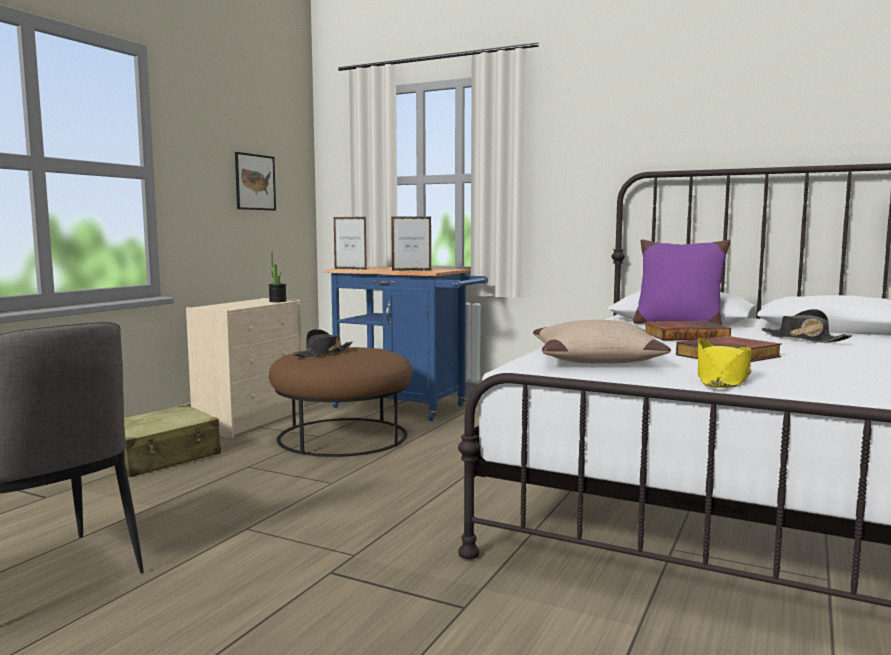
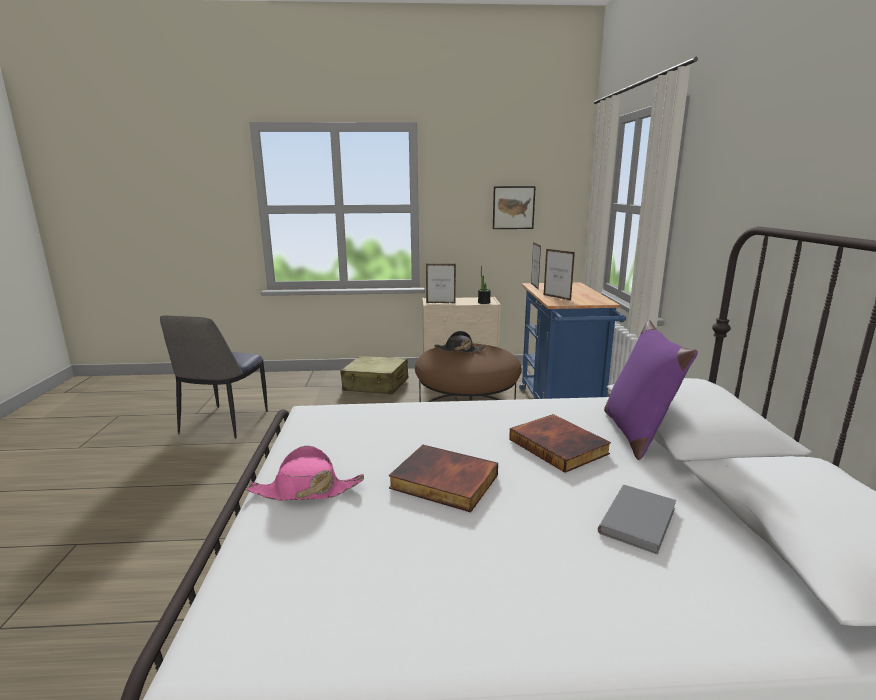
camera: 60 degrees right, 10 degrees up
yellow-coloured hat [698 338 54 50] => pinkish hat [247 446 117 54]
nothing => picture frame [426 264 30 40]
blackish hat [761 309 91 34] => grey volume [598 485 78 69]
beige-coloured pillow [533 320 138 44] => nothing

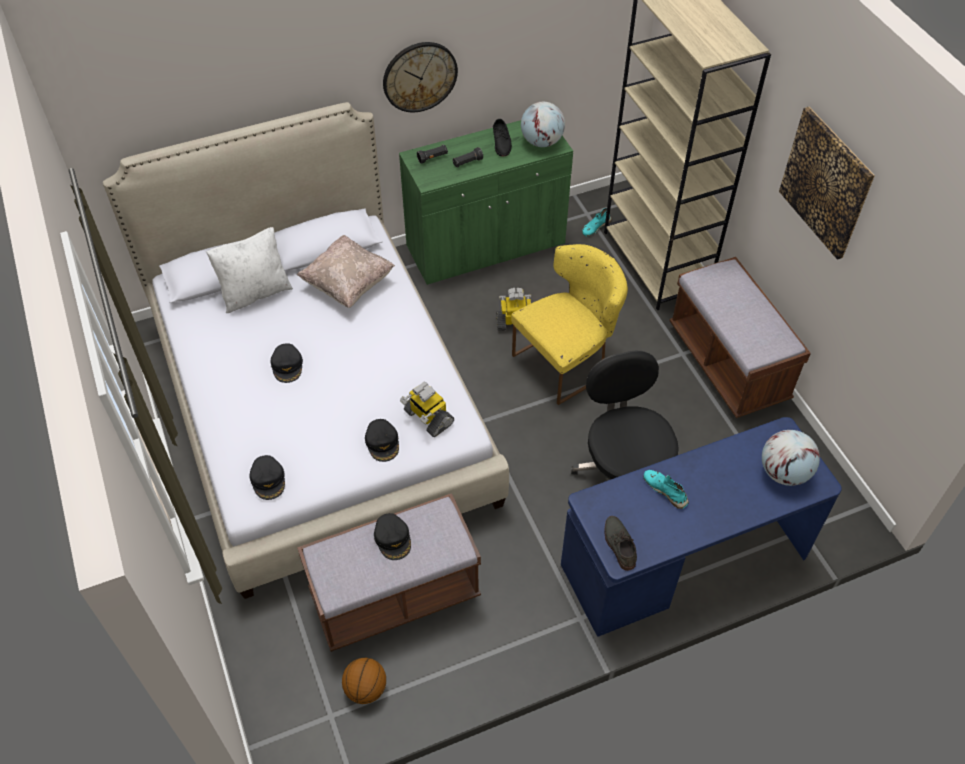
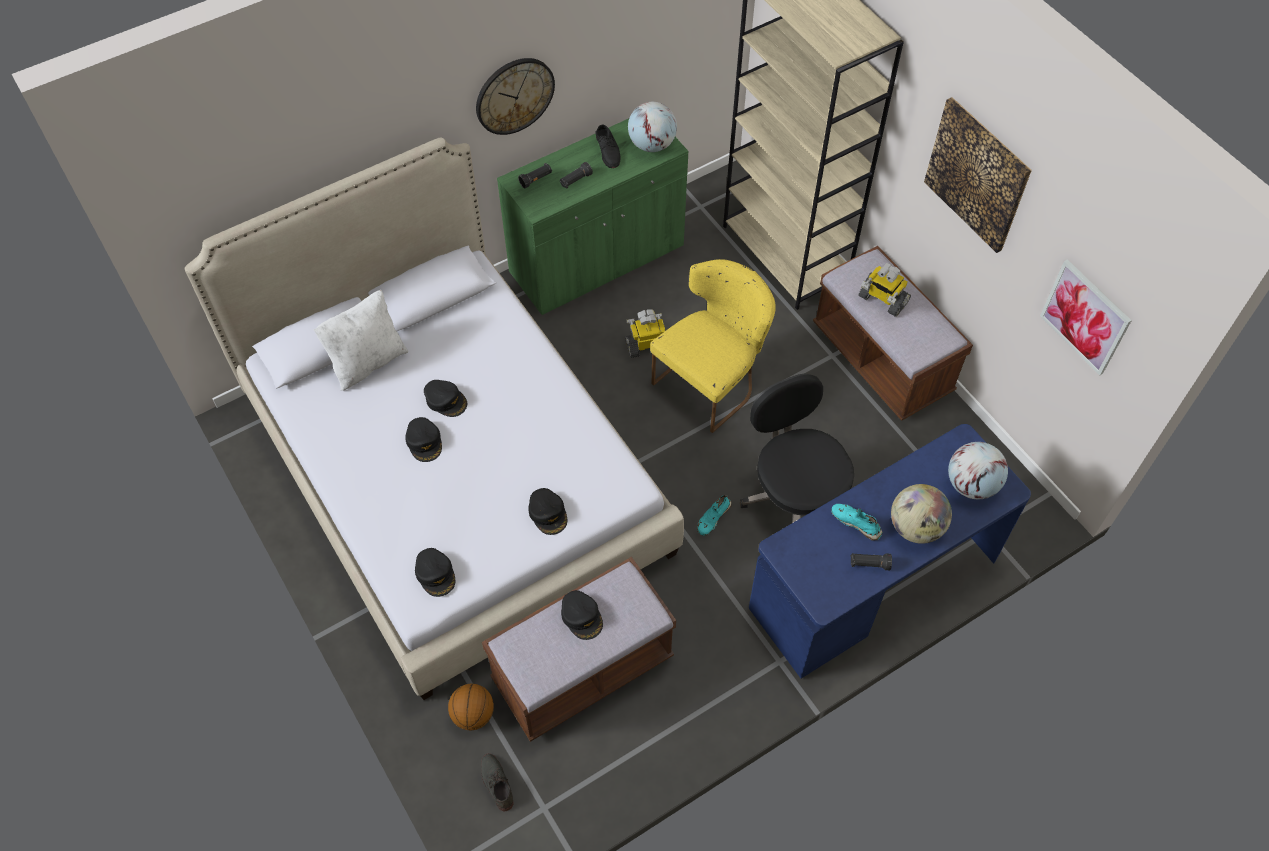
camera: 10 degrees left, 5 degrees up
nothing => blackish cap [424 380 43 37]
basketball [342 658 44 46] => basketball [448 684 46 46], shifted
grey low shoe [605 516 32 55] => grey low shoe [481 753 33 59], shifted
turquoise-coloured low shoe [582 208 30 29] => turquoise-coloured low shoe [697 495 35 41], shifted
nothing => blackish flashlight [851 553 41 17]
robot figure [400 381 54 56] => robot figure [858 263 53 54], shifted
nothing => globe [891 484 61 60]
nothing => picture [1040 259 92 116]
beige-coloured pillow [297 235 98 73] => nothing

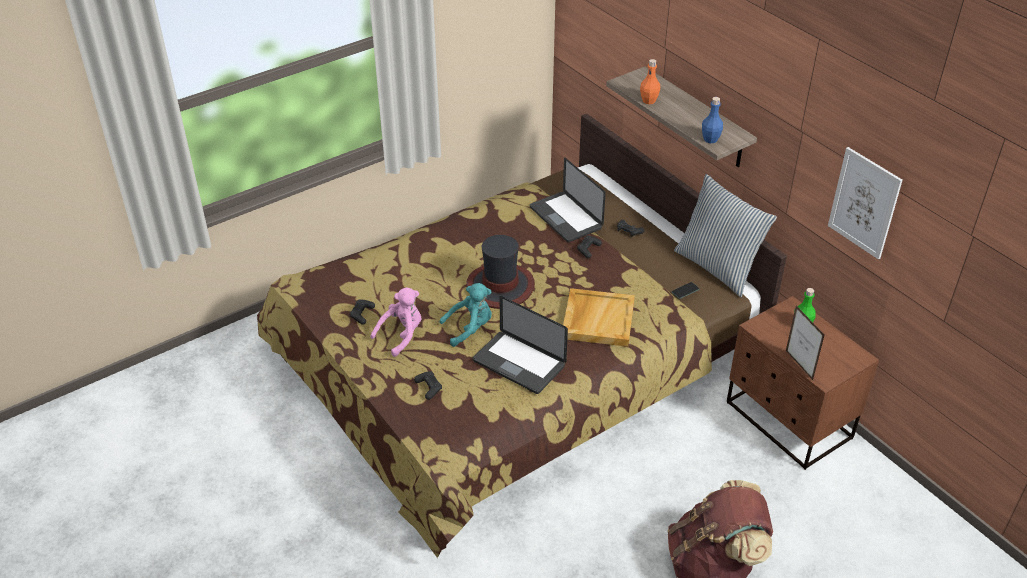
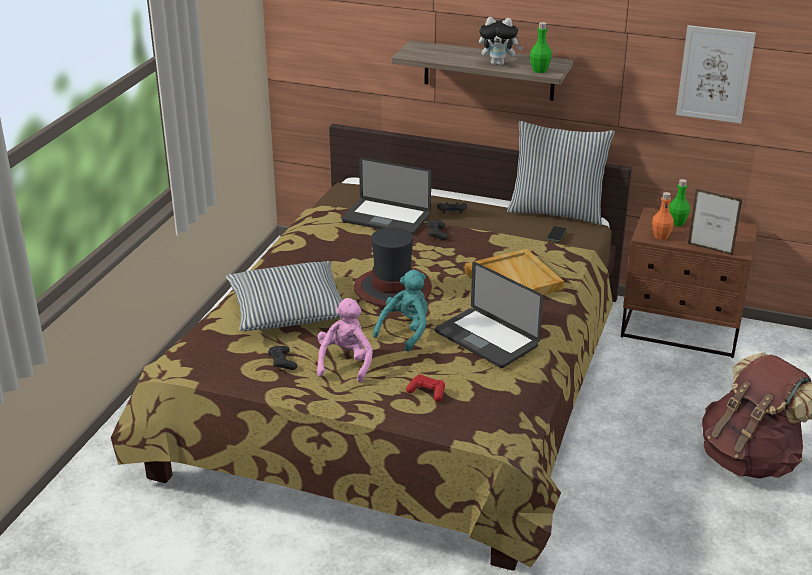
camera: 35 degrees left, 10 degrees down
nothing => pillow [226 261 116 70]
blackish joypad [414 371 28 29] => red joypad [406 374 39 28]
notebook computer [473 296 95 98] => notebook computer [435 262 108 106], 45 degrees clockwise
nothing => cuddly toy [479 17 44 48]
blue-coloured drink bottle [702 97 21 46] => green-coloured drink bottle [530 22 22 51]
orangey drink bottle [640 59 20 45] => orangey drink bottle [652 192 22 48], shifted

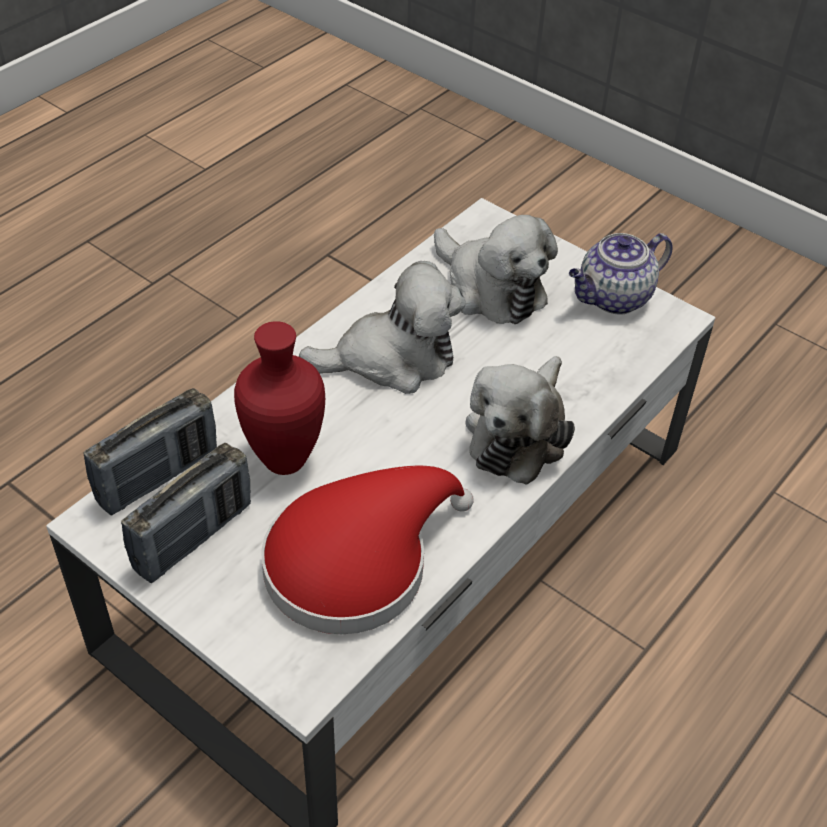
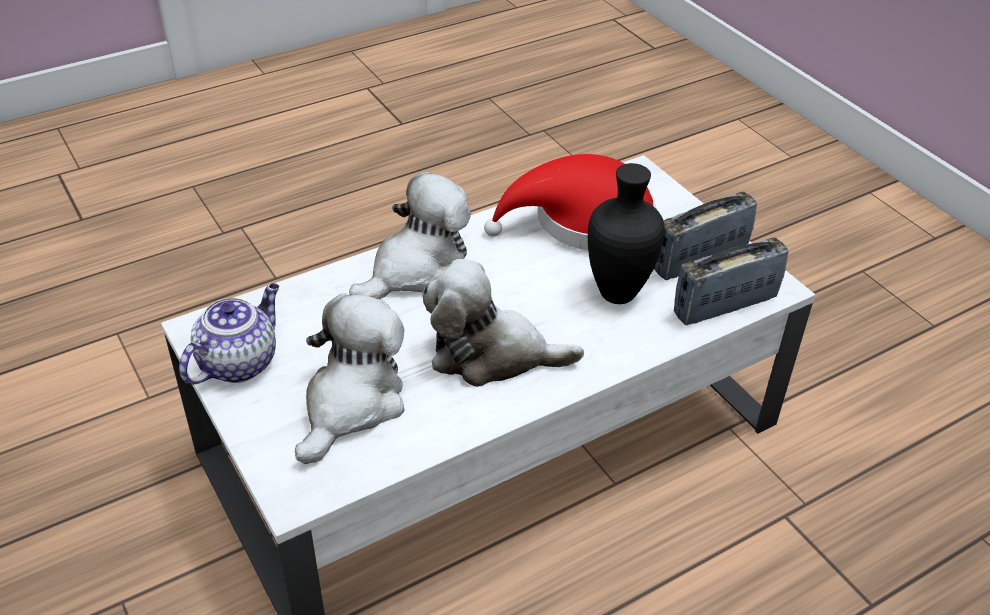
camera: 160 degrees left, 5 degrees down
tea pot [569 233 104 82] => tea pot [179 283 100 101], 45 degrees counterclockwise
cuddly toy [434 215 124 109] => cuddly toy [295 294 109 170], 45 degrees clockwise
red flower vase [234 321 91 154] => blackish flower vase [588 163 77 141]

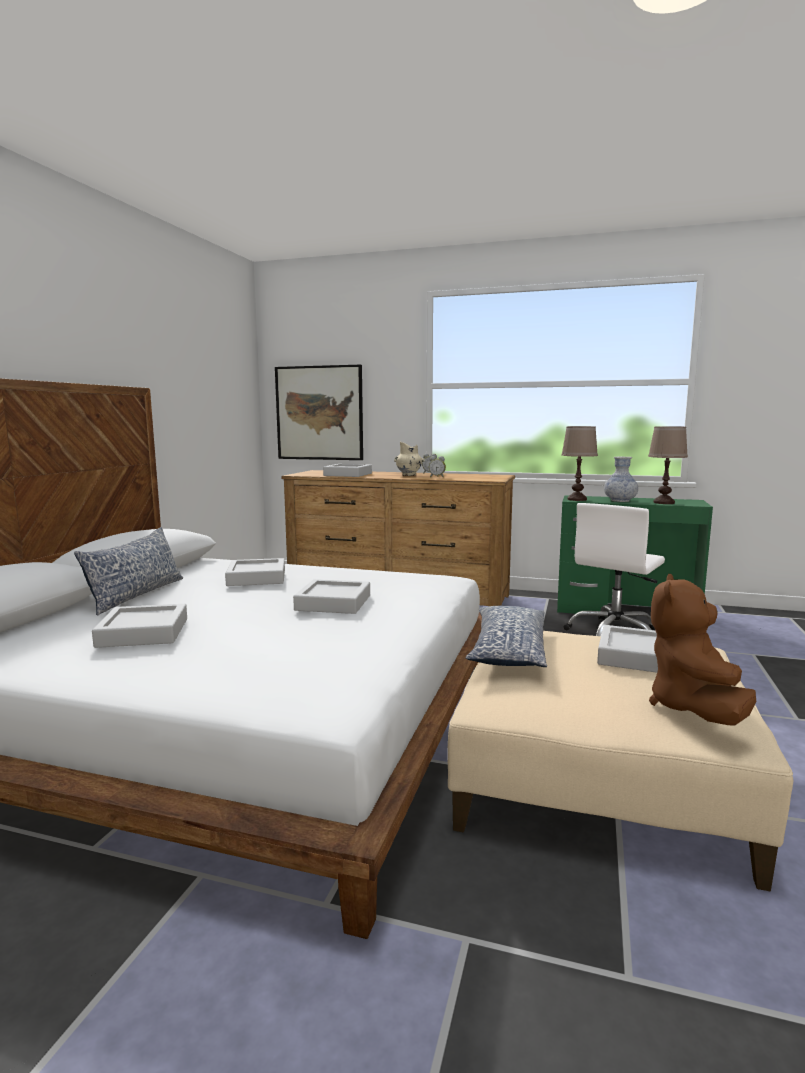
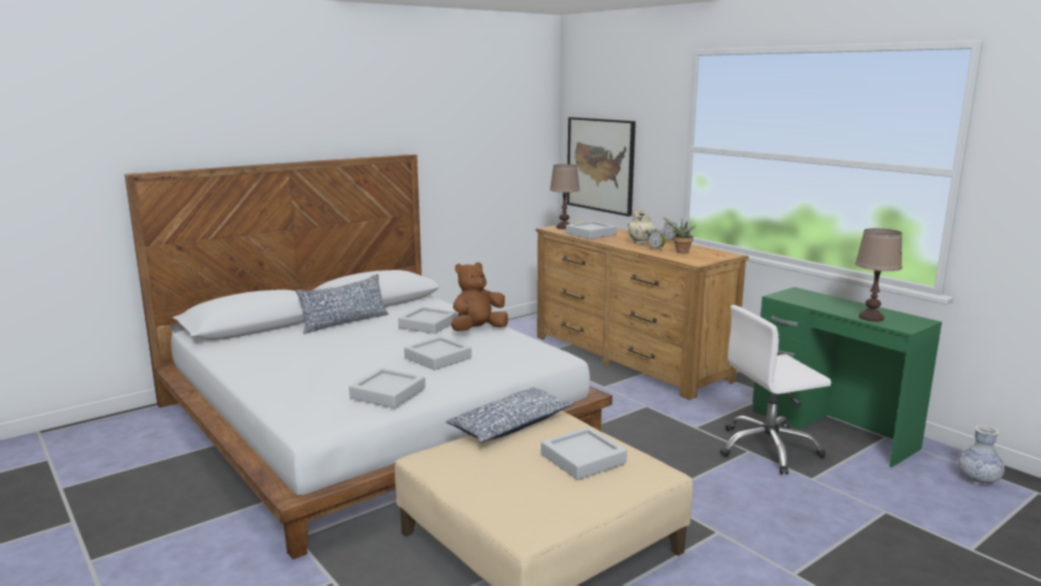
camera: 35 degrees right, 5 degrees up
grey tray [92 604 95 44] => grey tray [349 368 76 40], shifted
brown cuddly toy [649 574 107 152] => brown cuddly toy [452 262 56 69], shifted
brown table lamp [561 426 37 75] => brown table lamp [550 164 30 65], shifted
nothing => plant in a pot [664 218 32 35]
flower vase [604 457 34 45] => flower vase [957 425 48 60], shifted

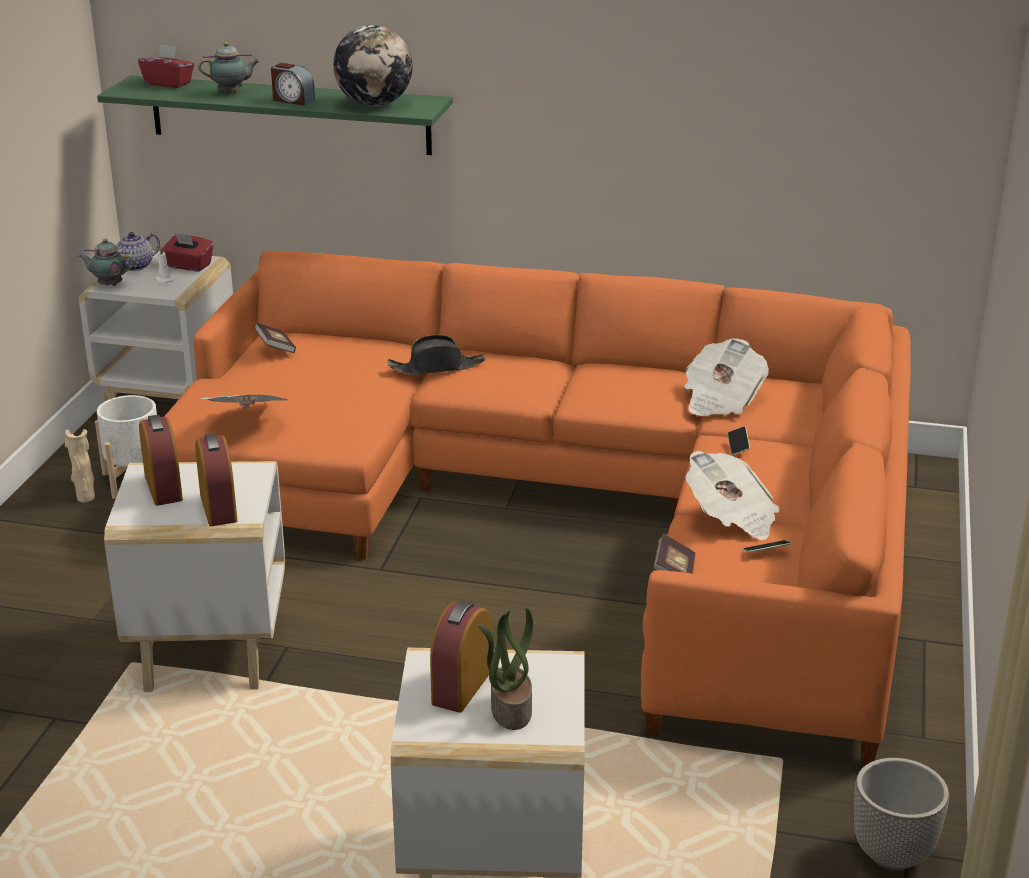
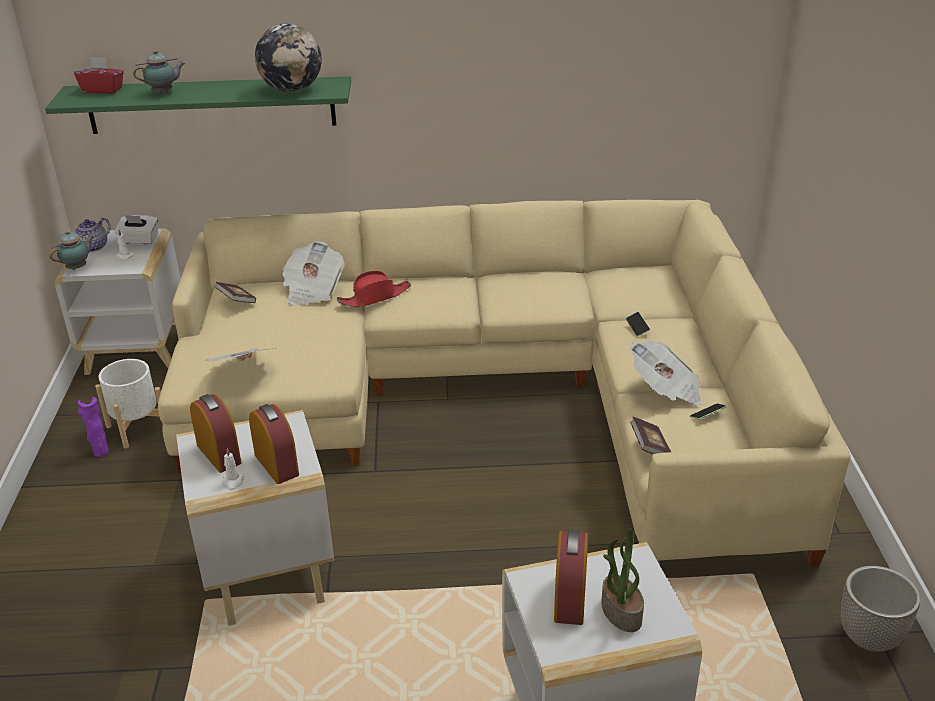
camera: 15 degrees left, 5 degrees up
tea pot [79 239 55 47] => tea pot [50 230 44 40], 135 degrees clockwise
beige-coloured flower vase [65 429 30 74] => purple flower vase [78 397 31 60]
red tissue box [162 233 52 39] => white tissue box [115 215 44 30]
orangey couch [165 251 746 515] => beige-coloured couch [158 200 693 367]
nothing => white wax candle [223 448 21 43]
daily paper [684 338 85 78] => daily paper [282 241 63 65], shifted
blackish hat [387 335 99 40] => red hat [337 271 74 36]
bedside clock [271 63 44 42] => nothing

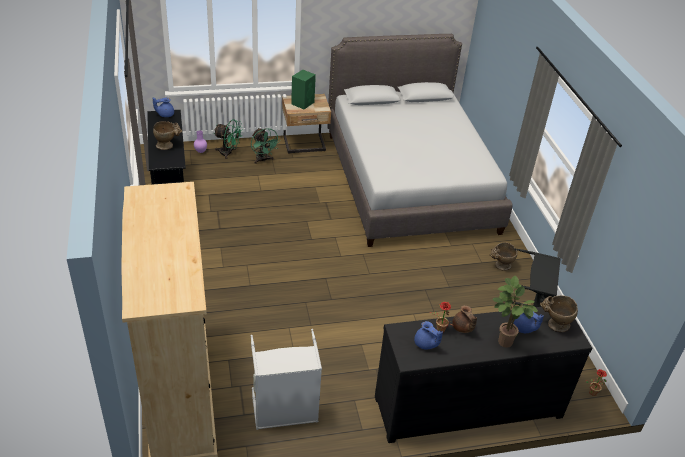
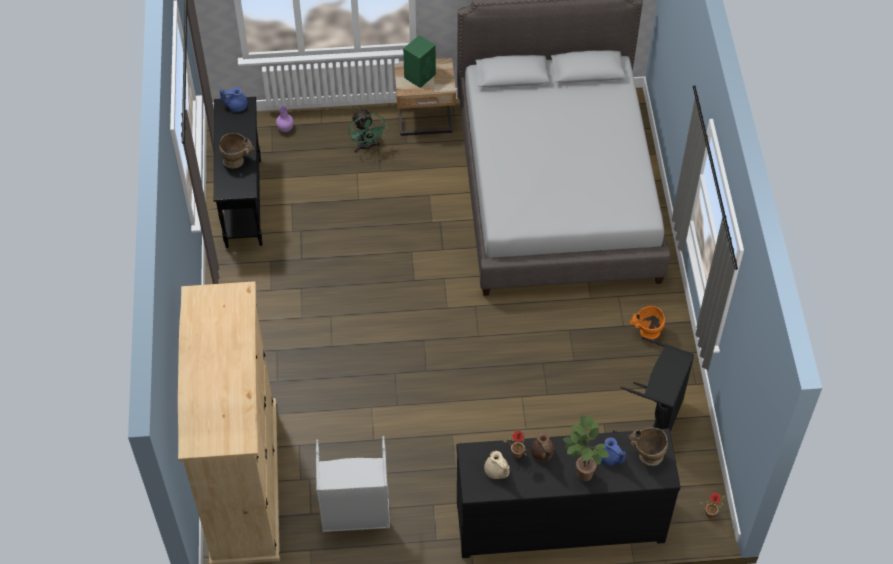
camera: 10 degrees right, 15 degrees up
blue-coloured tea pot [414 321 29 29] => beige-coloured tea pot [484 451 26 28]
beige-coloured flower vase [490 242 28 29] => orangey flower vase [629 306 36 34]
green-coloured electric fan [214 119 29 40] => nothing

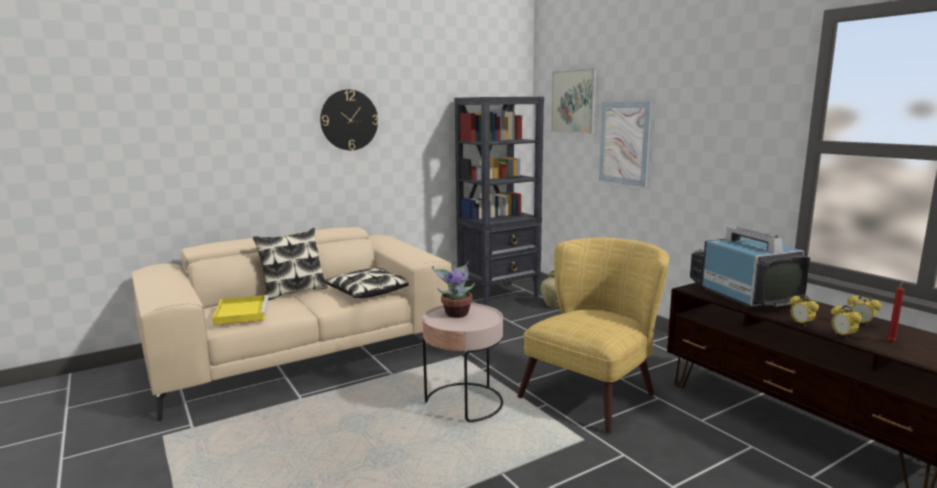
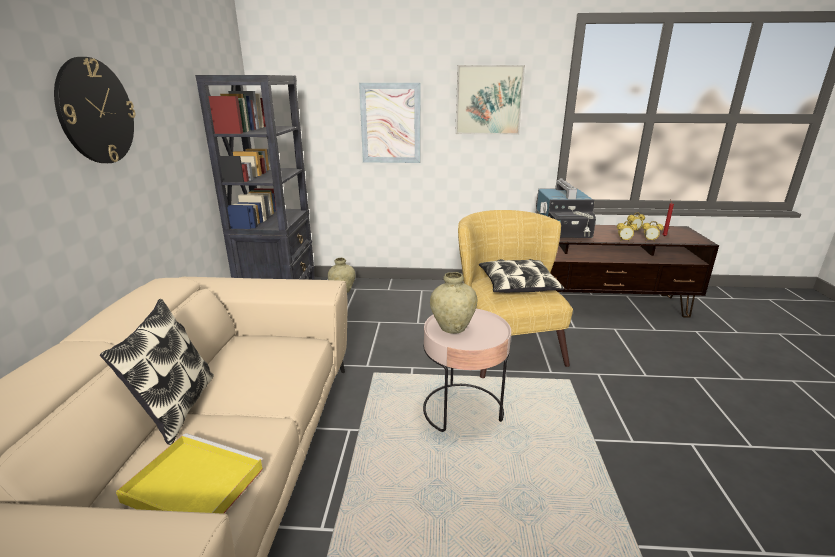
camera: 55 degrees left, 10 degrees up
plant in a pot [432 261 43 57] => beige-coloured flower vase [430 272 47 62]
picture [551 68 46 66] => picture [455 65 70 70], shifted
pillow [324 268 85 30] => pillow [479 259 86 34], shifted
television [690 226 120 82] => television [536 178 60 60], 105 degrees counterclockwise

